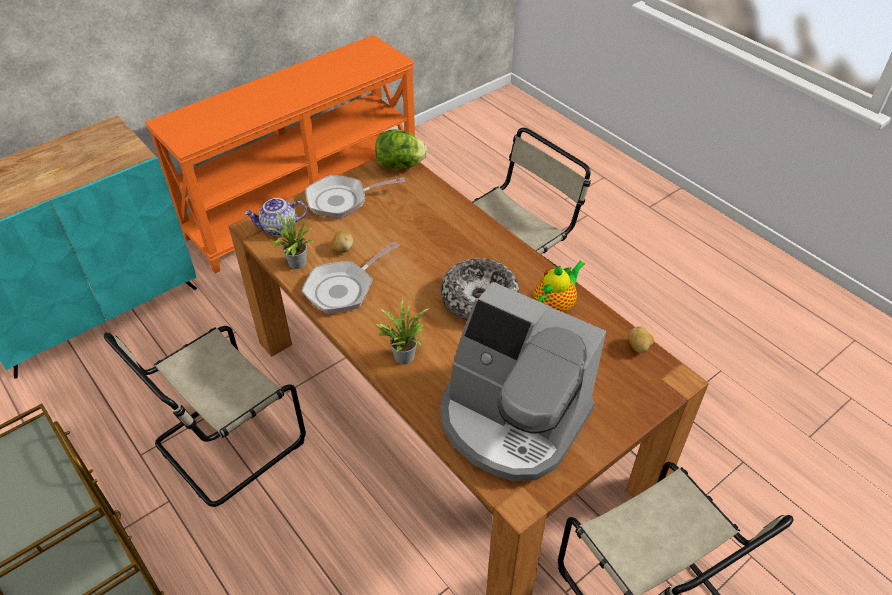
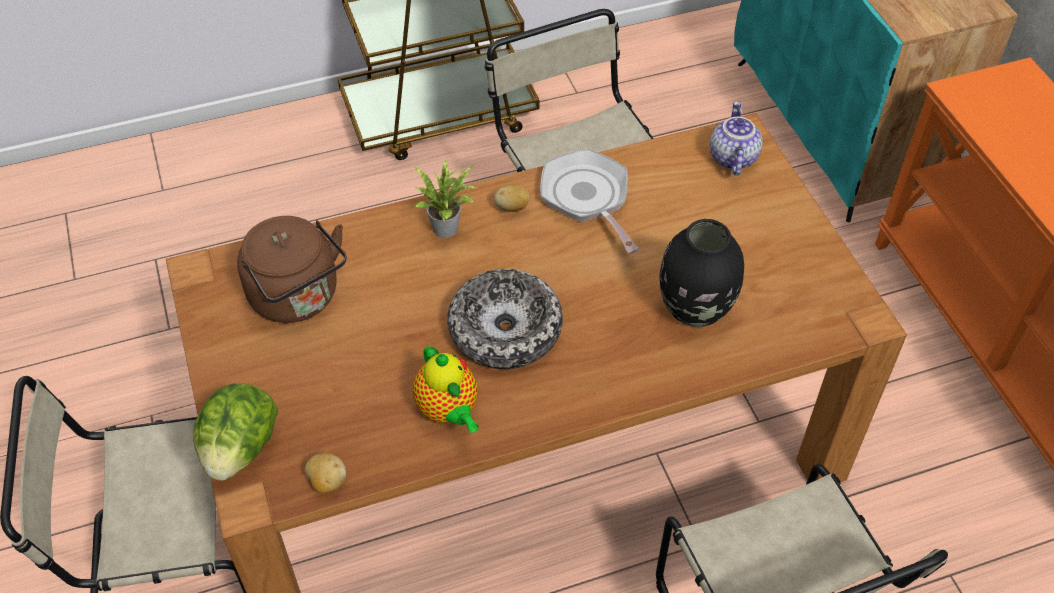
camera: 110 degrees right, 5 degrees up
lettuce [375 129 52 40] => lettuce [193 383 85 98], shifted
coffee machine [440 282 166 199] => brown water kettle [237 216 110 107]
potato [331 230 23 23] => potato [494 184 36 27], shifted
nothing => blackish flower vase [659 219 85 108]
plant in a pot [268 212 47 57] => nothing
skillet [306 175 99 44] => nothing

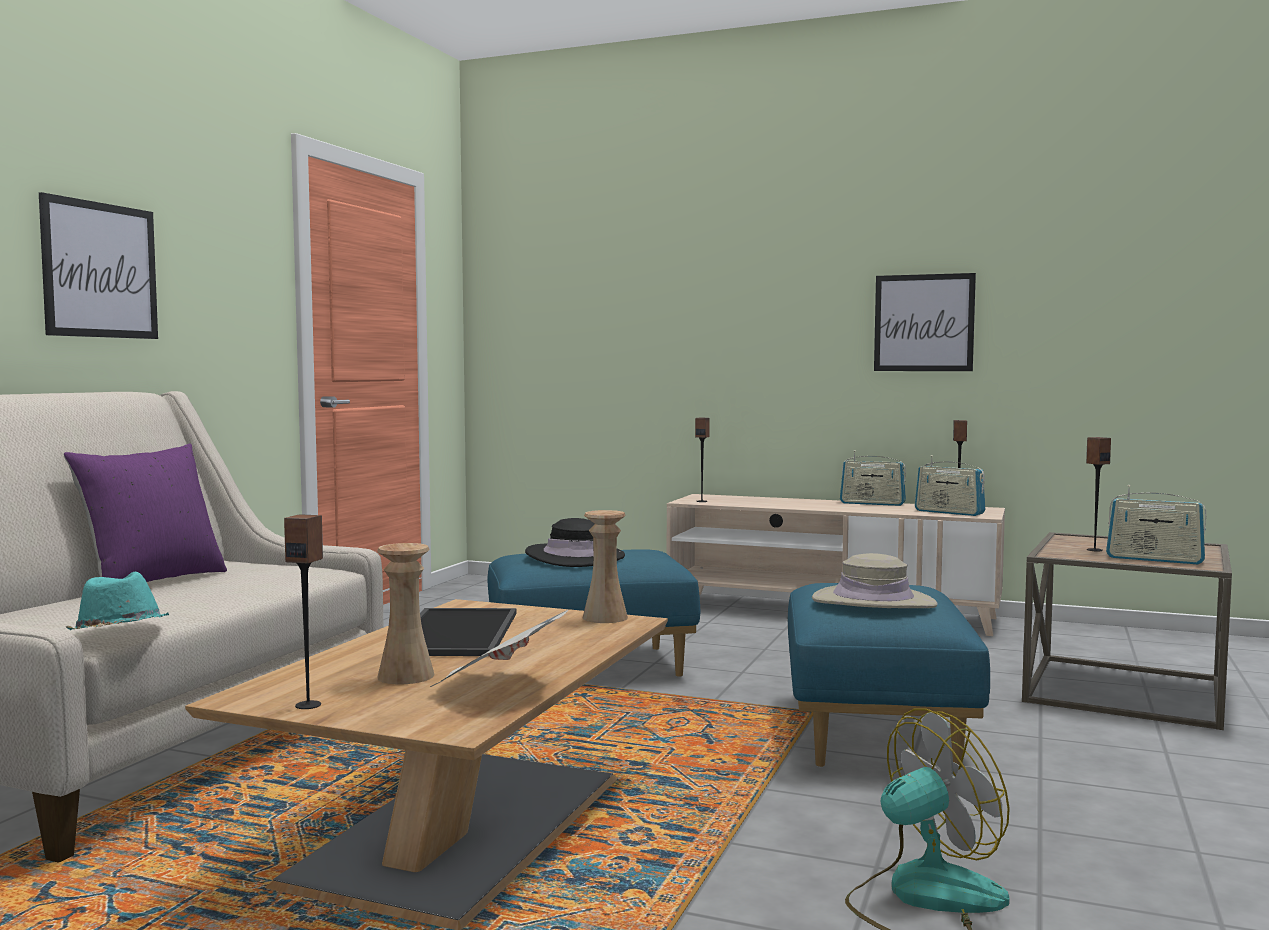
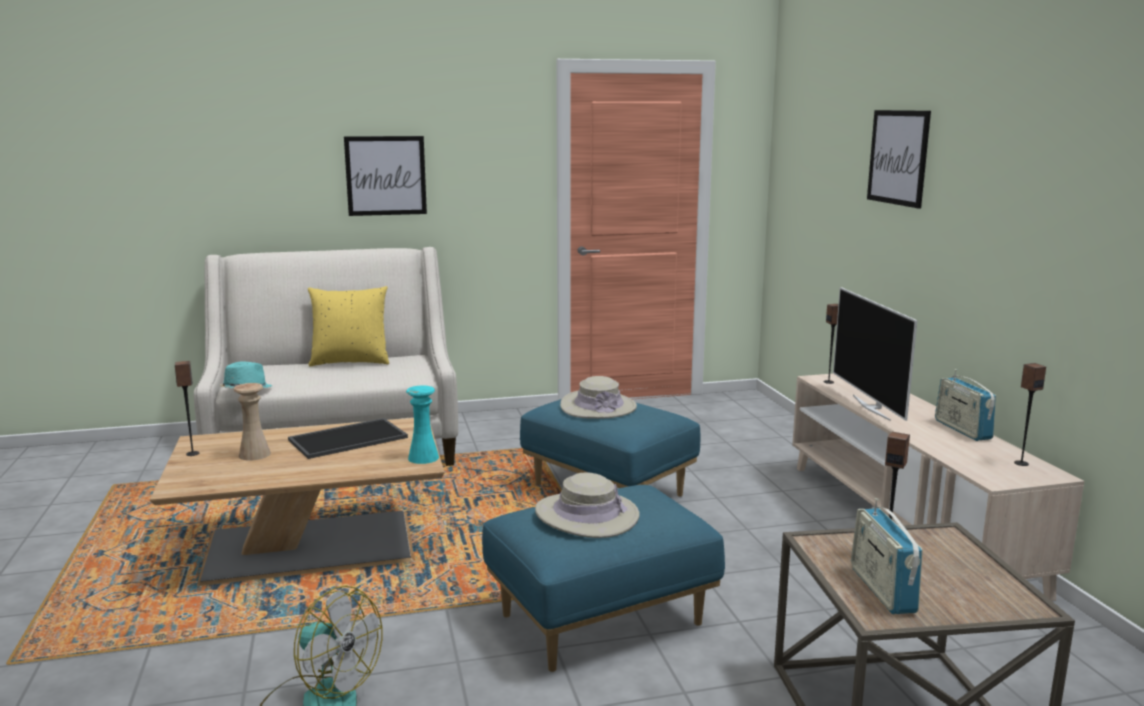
camera: 55 degrees right, 10 degrees up
purple pillow [63 443 164 139] => yellow-coloured pillow [308 286 81 81]
beige-coloured flower vase [583 510 45 113] => turquoise-coloured flower vase [406 385 33 79]
blackish hat [525 518 100 49] => beige-coloured hat [560 376 77 43]
nothing => television [833 287 85 134]
picture [874 273 102 98] => picture [867 110 64 99], shifted
daily paper [430 610 138 77] => nothing
radio [915 455 70 61] => nothing

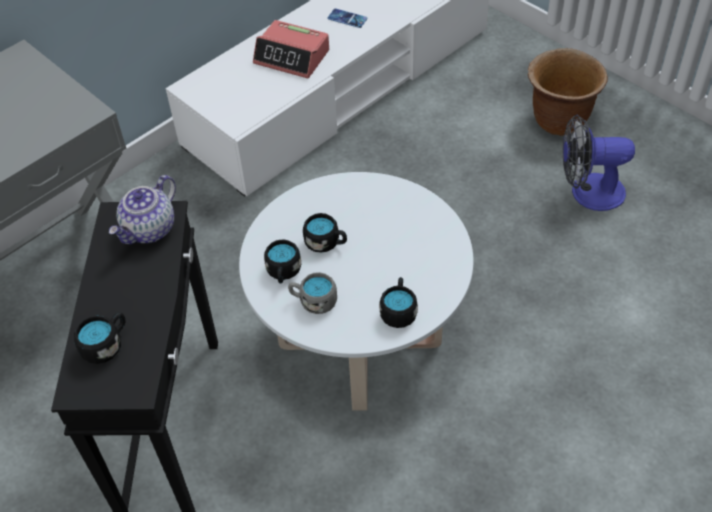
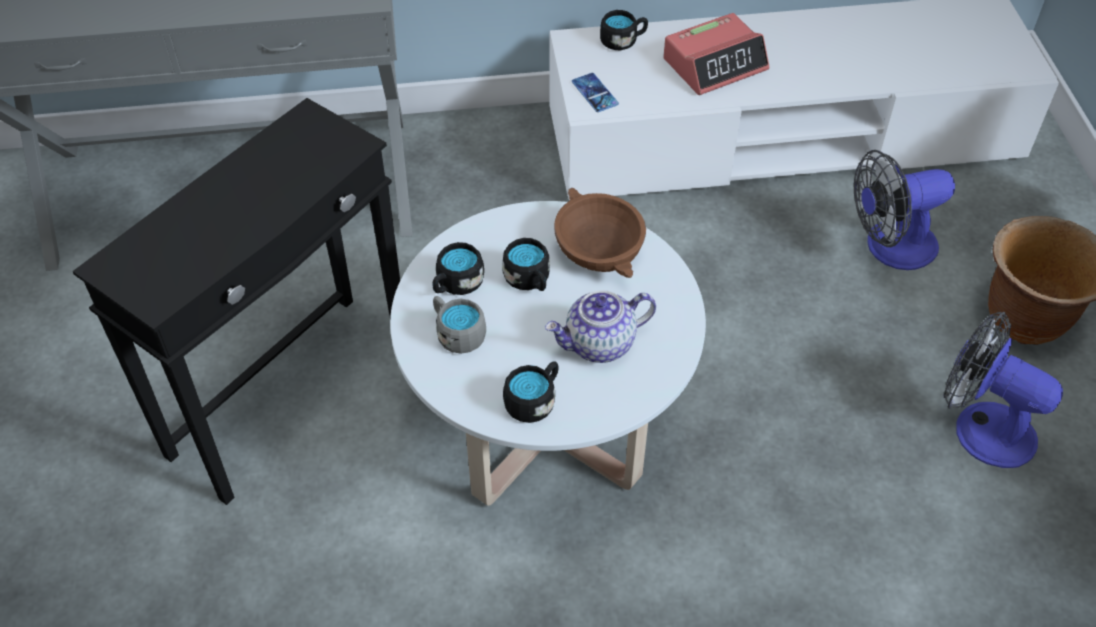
camera: 35 degrees right, 0 degrees up
tea pot [109 175 67 69] => tea pot [545 290 111 73], shifted
nothing => brown serving bowl [554 188 92 90]
telephone [327 8 41 20] => telephone [572 73 47 39], shifted
blackish coffee mug [74 312 52 52] => blackish coffee mug [600 10 48 40], shifted
bedside clock [253 20 76 58] => bedside clock [663 13 106 82], 90 degrees counterclockwise
nothing => electric fan [854 150 101 120]

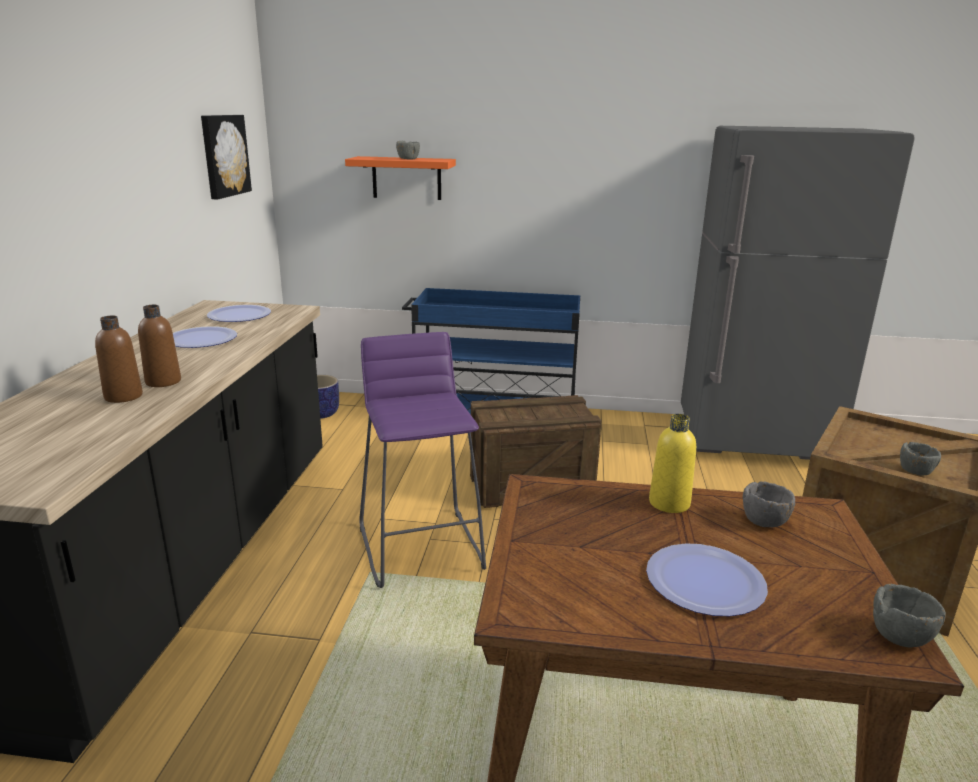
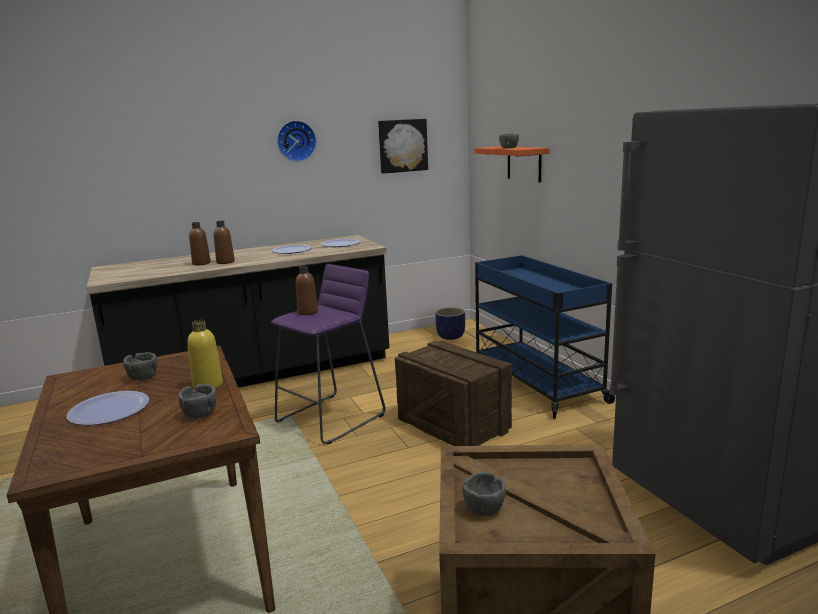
camera: 60 degrees right, 5 degrees down
grey serving bowl [873 584 73 63] => grey serving bowl [123 352 35 28], shifted
nothing => wall clock [277 120 40 42]
nothing => brown drink bottle [296 266 22 49]

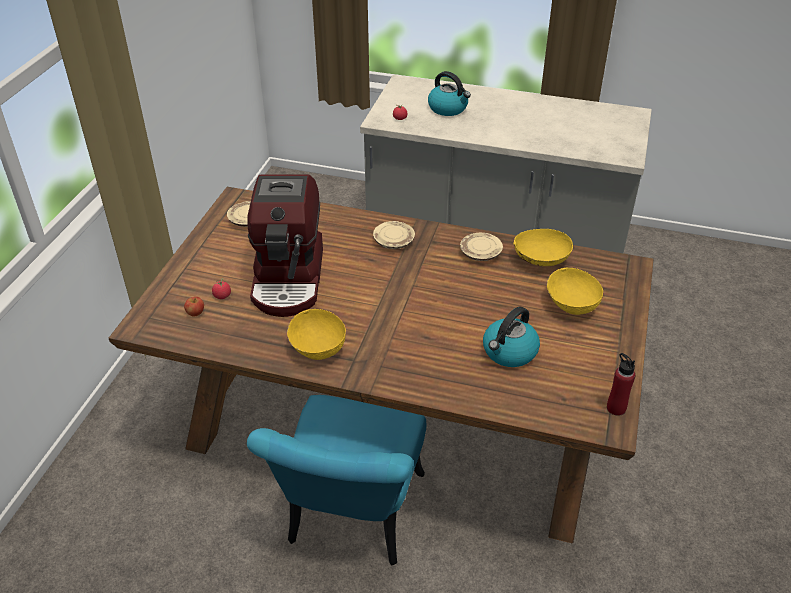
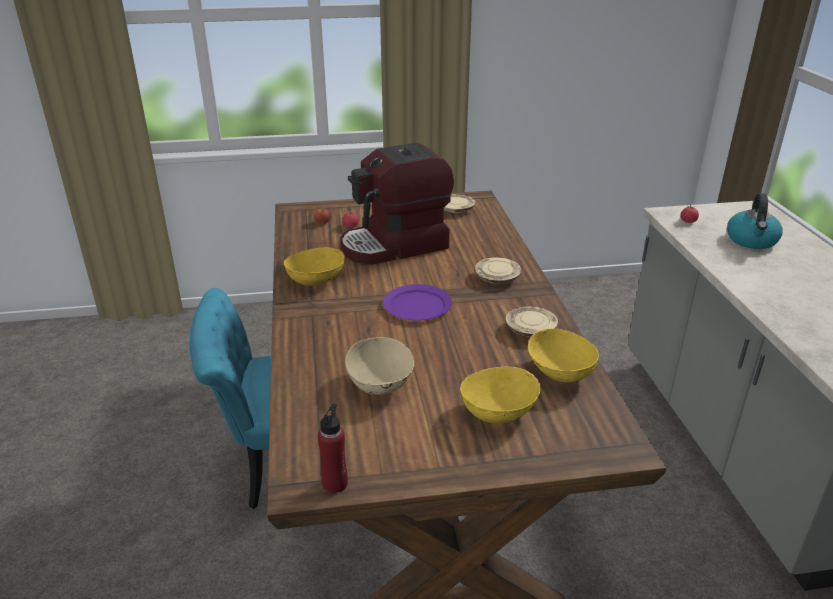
camera: 65 degrees right, 10 degrees down
water kettle [483 306 57 61] => beige-coloured serving bowl [345 337 69 58]
nothing => purple plate [383 284 69 37]

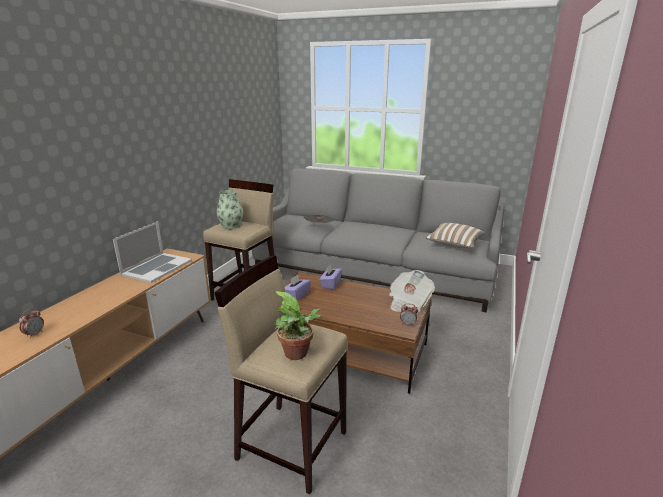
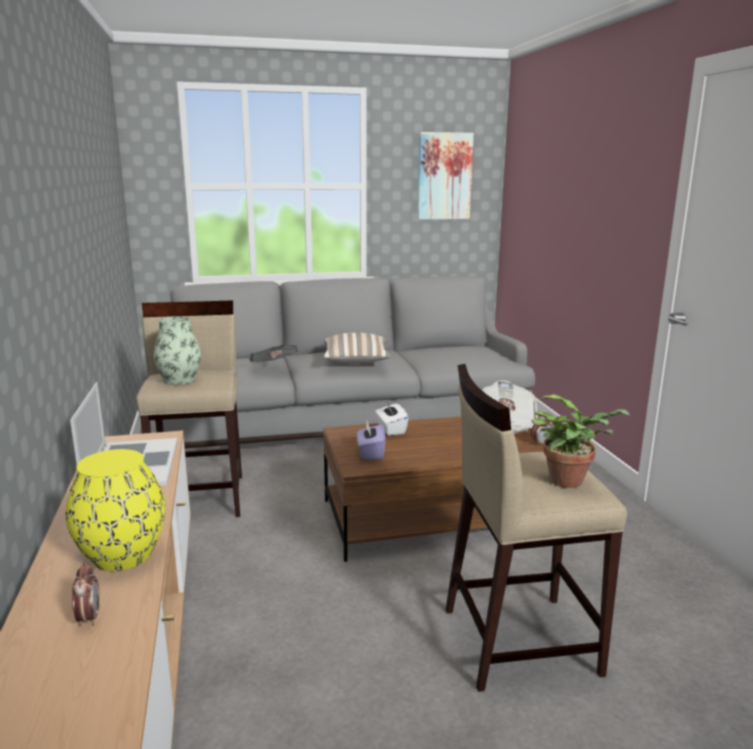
camera: 35 degrees left, 5 degrees down
nothing => yellow-coloured flower vase [66 449 99 122]
pillow [426 223 59 25] => pillow [323 333 68 31], shifted
purple tissue box [320 264 22 26] => white tissue box [375 402 33 34]
nothing => picture [417 132 57 88]

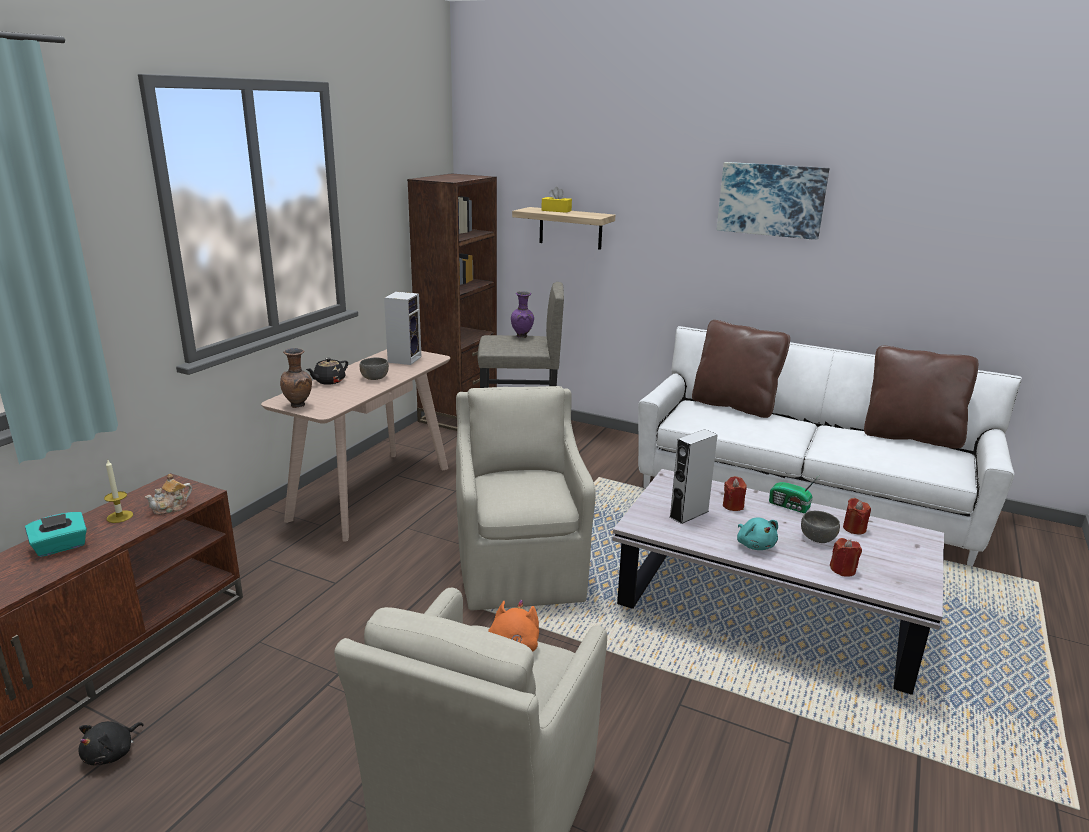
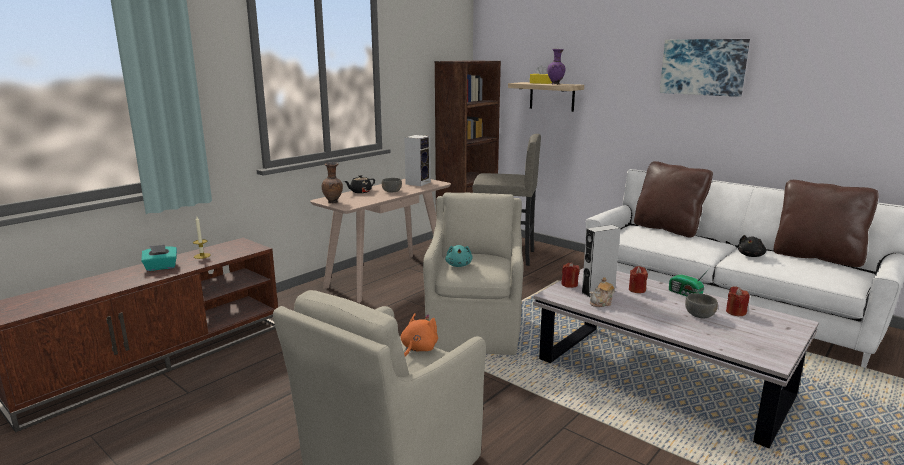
camera: 15 degrees right, 5 degrees down
turquoise-coloured cuddly toy [737 517 41 33] => turquoise-coloured cuddly toy [445 245 28 22], shifted
purple flower vase [511 291 23 47] => purple flower vase [548 49 18 36], shifted
red wax candle [830 538 32 39] => red wax candle [561 262 19 26], shifted
tea pot [145 474 47 41] => tea pot [590 277 25 30], shifted
blackish cuddly toy [78 721 66 44] => blackish cuddly toy [738 235 28 22], shifted

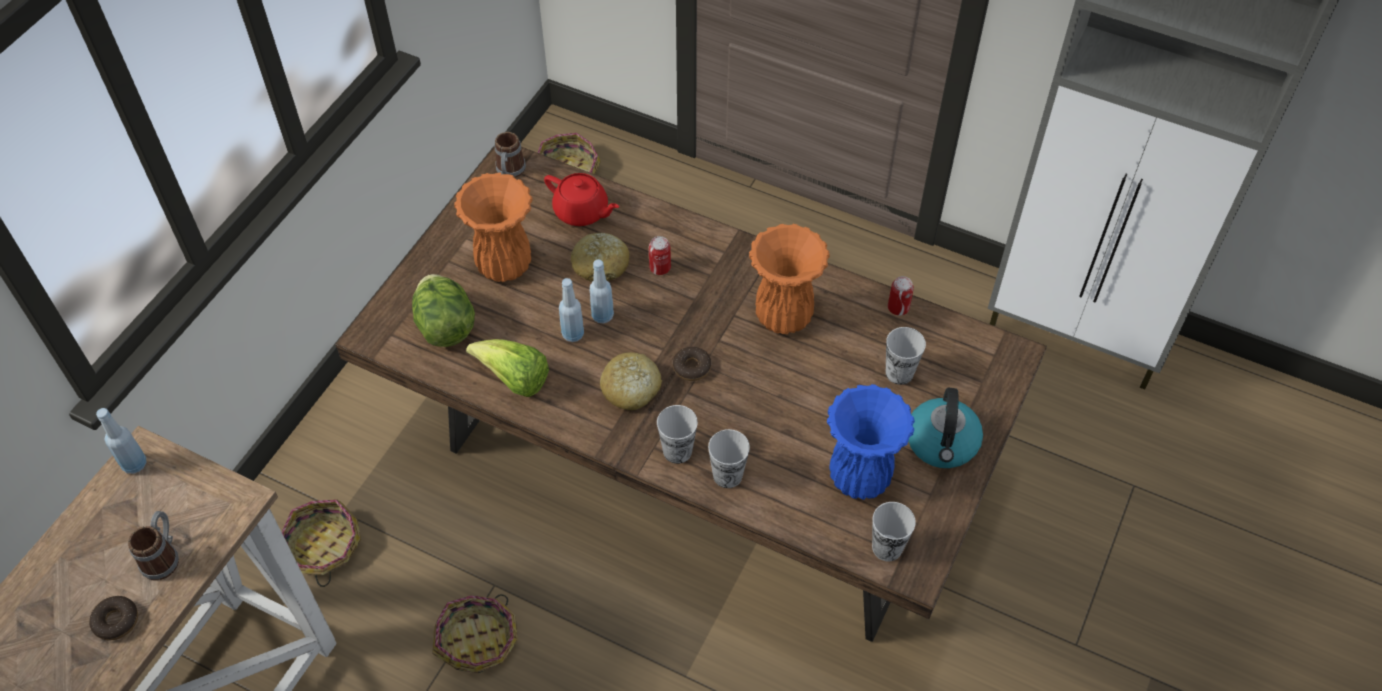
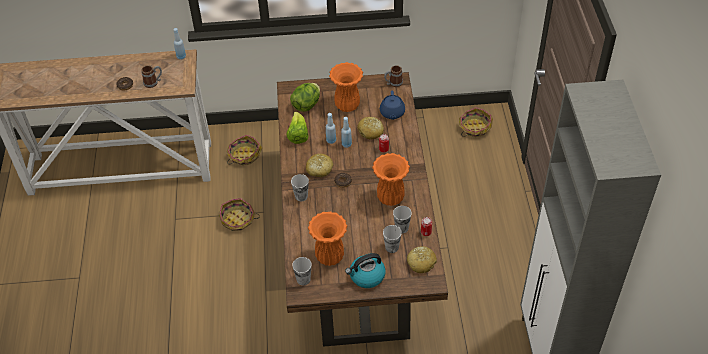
camera: 60 degrees right, 5 degrees down
blue-coloured flower vase [827 384 88 116] => orangey flower vase [308 211 39 55]
red tea pot [544 173 75 53] => blue-coloured tea pot [380 90 25 30]
small cup [708 429 42 59] => small cup [393 206 19 27], shifted
nothing => baked bread [407 247 30 26]

